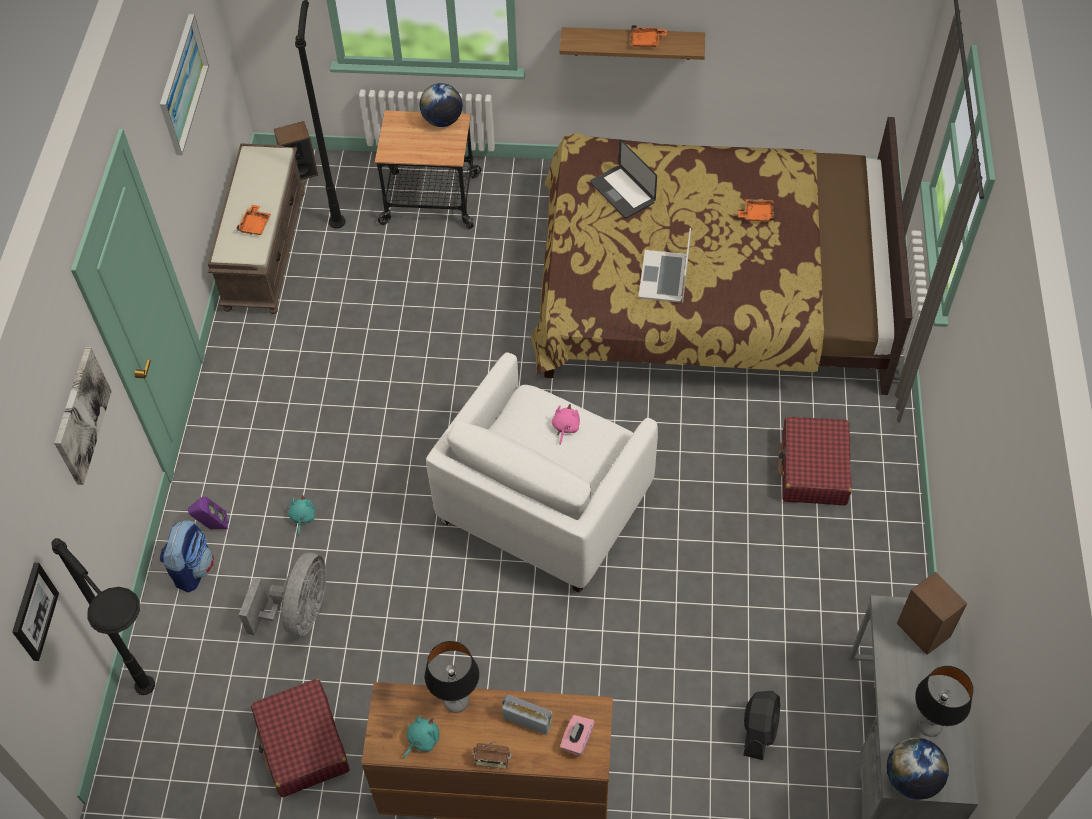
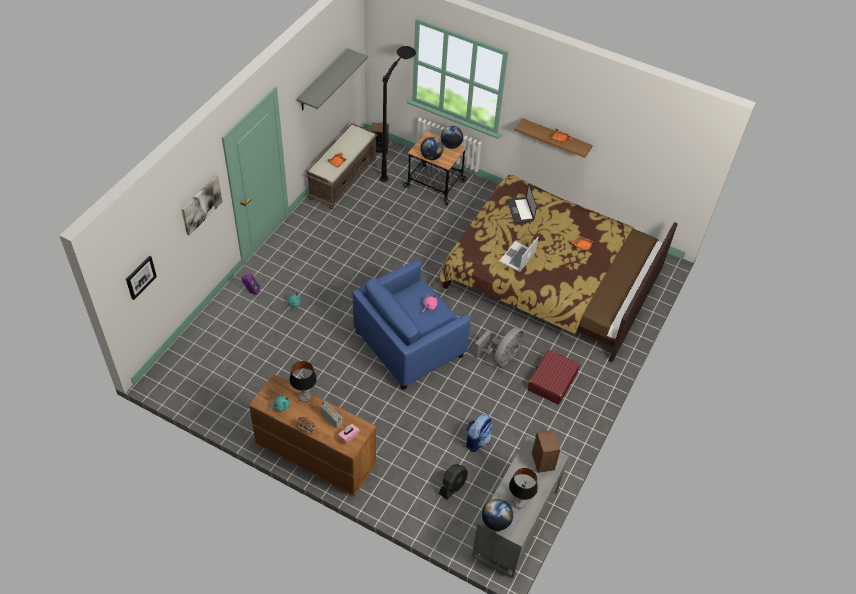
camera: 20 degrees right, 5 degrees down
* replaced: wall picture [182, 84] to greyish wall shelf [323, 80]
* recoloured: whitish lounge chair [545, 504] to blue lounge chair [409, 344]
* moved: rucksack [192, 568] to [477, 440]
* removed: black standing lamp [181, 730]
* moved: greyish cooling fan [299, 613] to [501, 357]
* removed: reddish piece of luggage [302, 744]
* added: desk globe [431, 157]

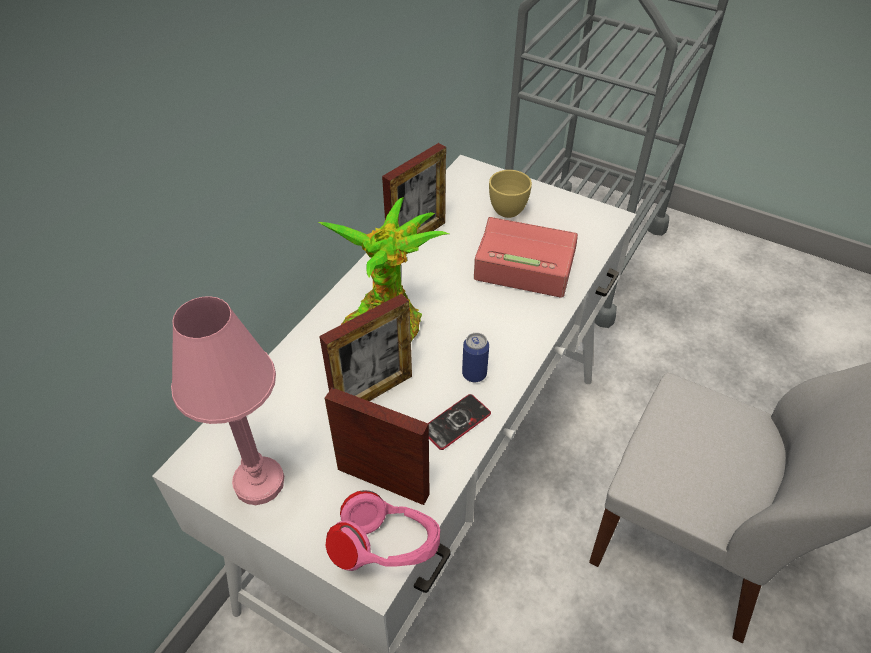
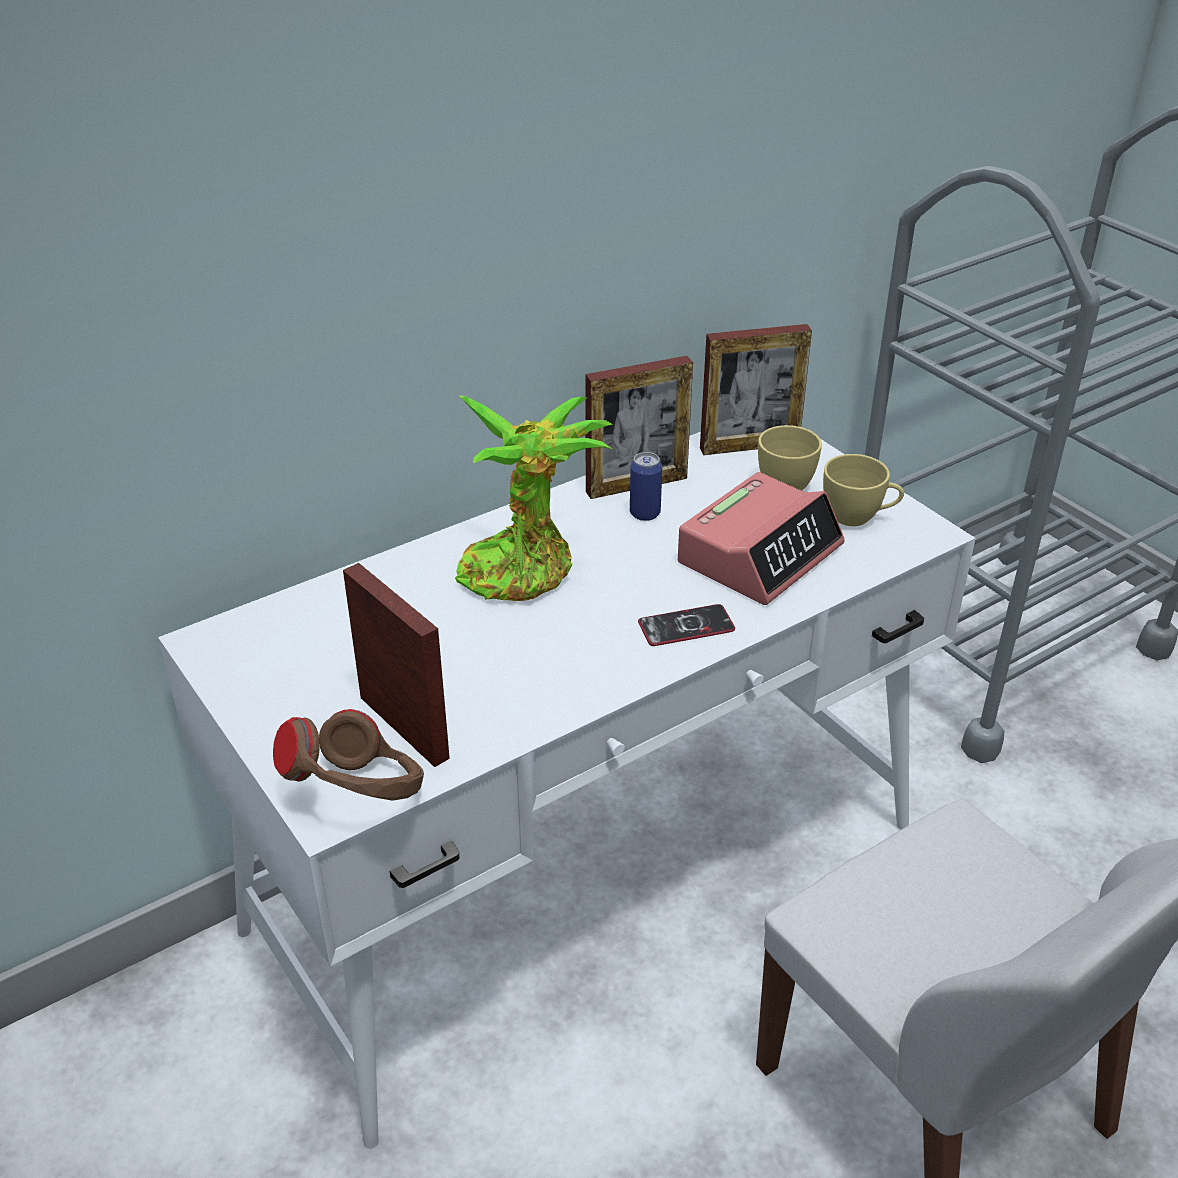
camera: 25 degrees right, 10 degrees down
* turned: bedside clock [524, 265] = [760, 554] 90 degrees clockwise
* moved: standing frame [373, 393] to [749, 446]
* removed: pinkish table lamp [259, 482]
* moved: sealed can [474, 374] to [645, 513]
* moved: phone [456, 422] to [686, 627]
* recoloured: pinkish headset [388, 550] to brown headset [360, 796]
* added: yellow-coloured cup [858, 517]

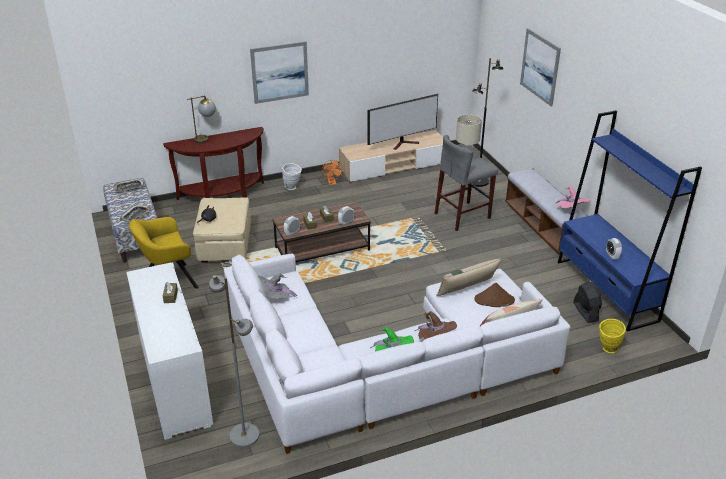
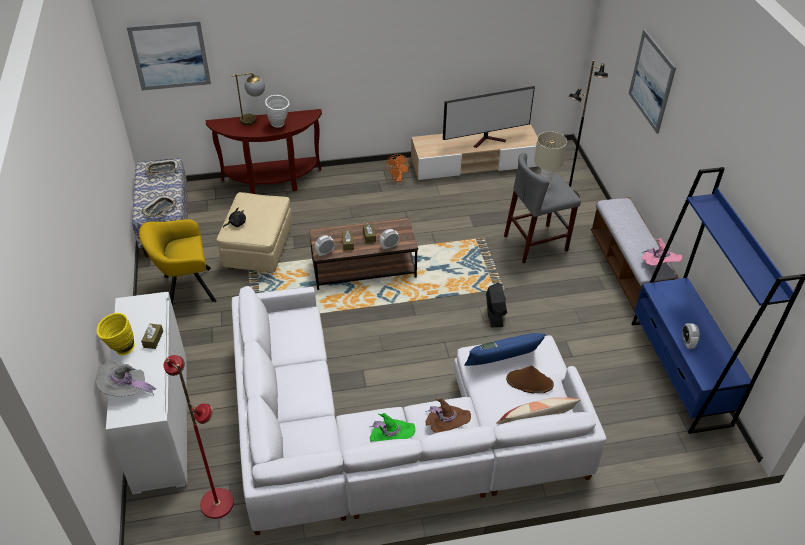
camera: 10 degrees right, 10 degrees up
* moved: wall picture [280, 72] to [170, 55]
* moved: whitish flower vase [293, 187] to [279, 125]
* recoloured: beige pillow [466, 290] to blue pillow [502, 362]
* moved: greyish hat [274, 298] to [126, 389]
* recoloured: greyish standing lamp [244, 435] to reddish standing lamp [217, 503]
* moved: black cooling fan [585, 311] to [494, 314]
* moved: yellow-coloured flower vase [607, 350] to [120, 350]

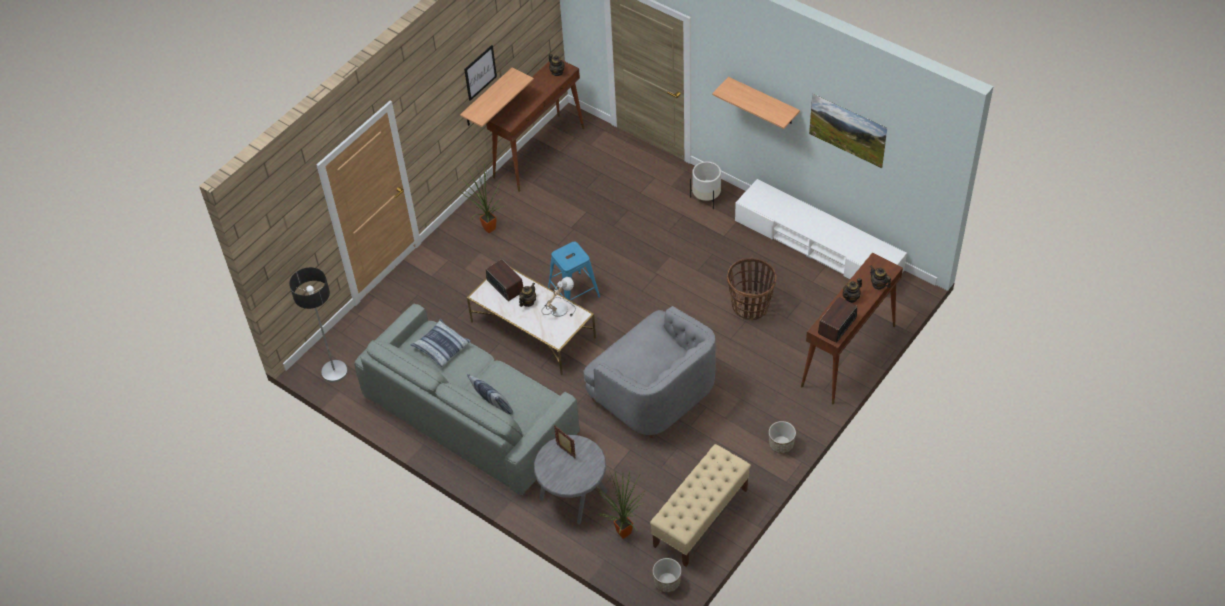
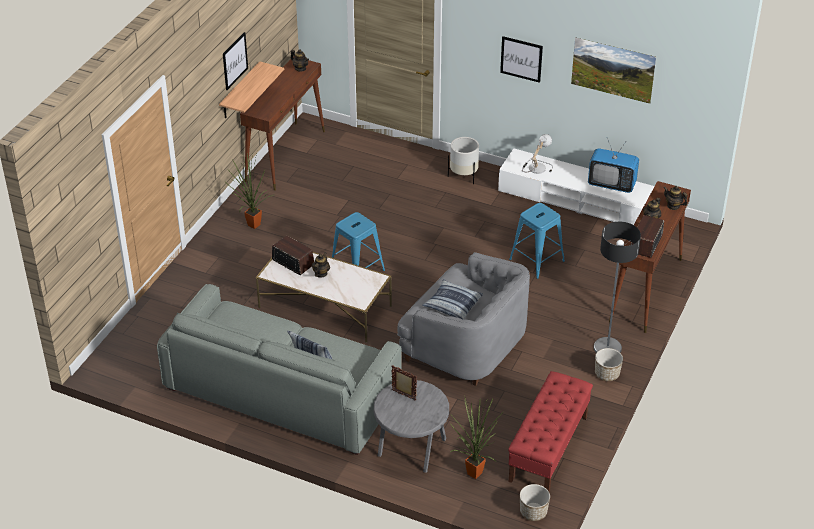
camera: 15 degrees left, 10 degrees down
* replaced: wall shelf [763, 101] to wall picture [521, 59]
* replaced: storage basket [750, 306] to blue sitting stool [537, 260]
* moved: standing lamp [334, 371] to [607, 348]
* moved: table lamp [558, 308] to [536, 167]
* moved: pillow [441, 346] to [452, 304]
* recoloured: beige long seat [700, 518] to reddish long seat [548, 449]
* added: TV [611, 184]

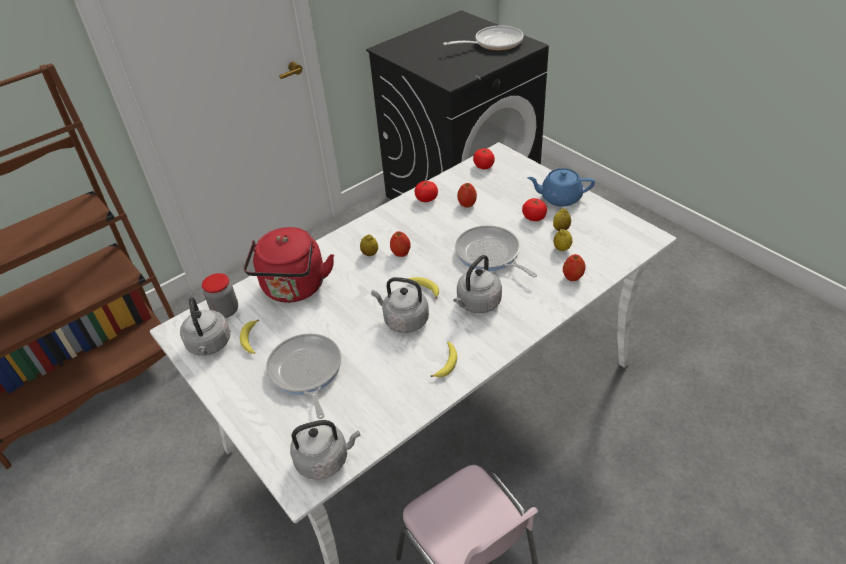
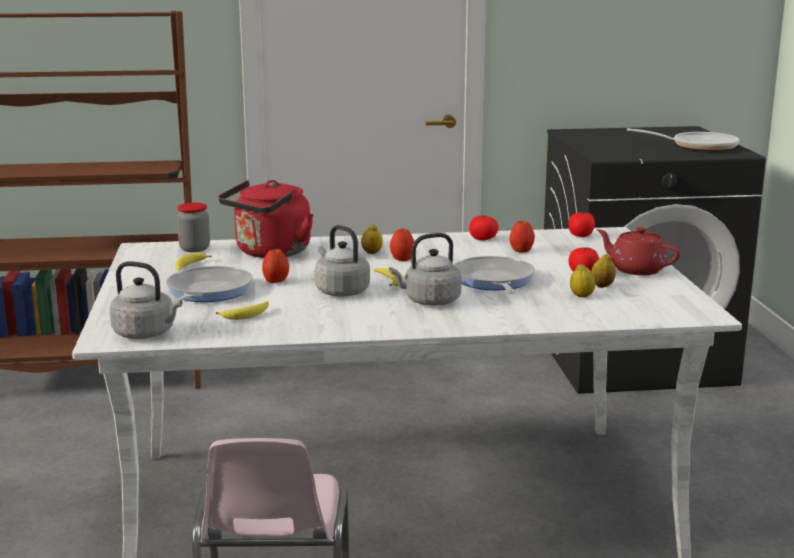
camera: 30 degrees right, 25 degrees down
* recoloured: blue pot for tea [559, 198] to reddish pot for tea [636, 269]
* moved: apple fruit [573, 277] to [275, 281]
* removed: greyish tea kettle [209, 345]
* moved: whole banana [446, 363] to [247, 315]

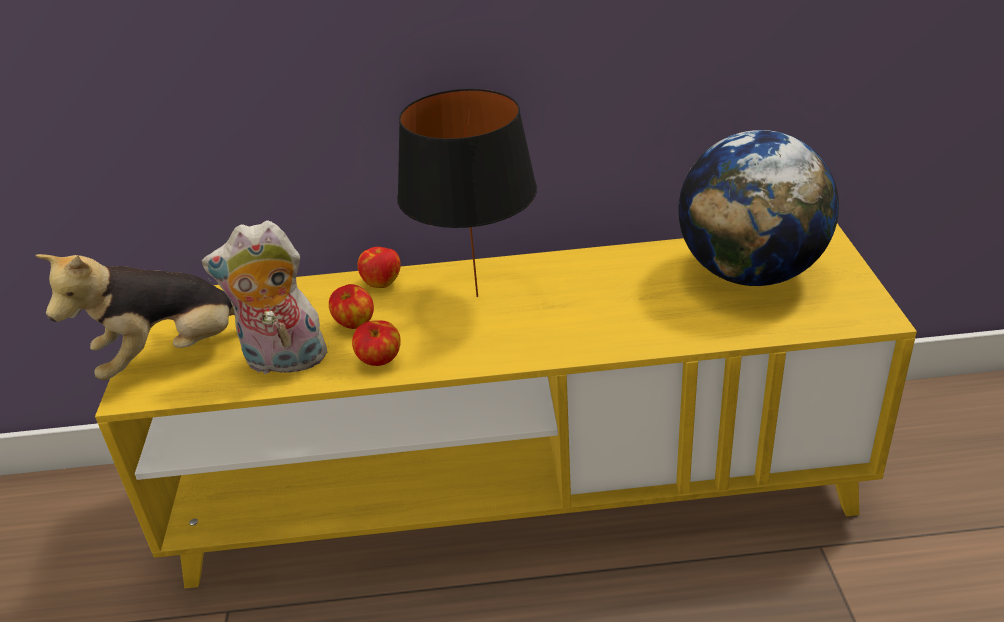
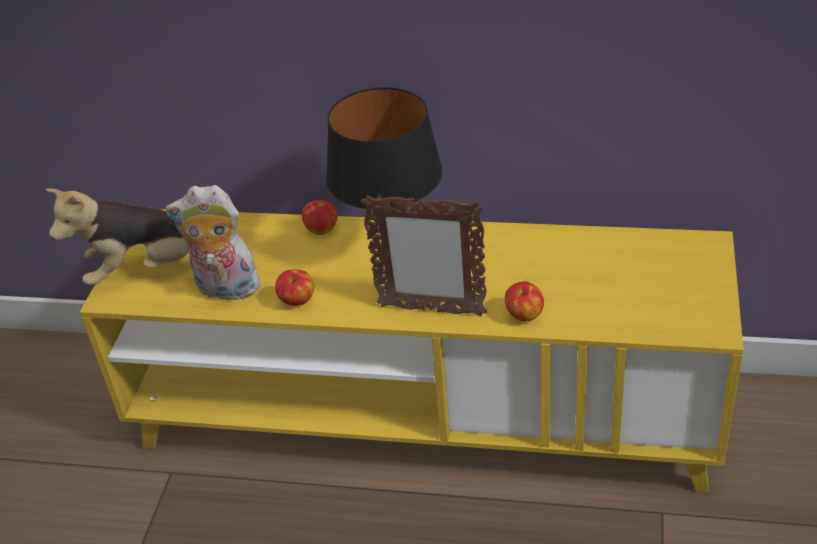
camera: 15 degrees right, 5 degrees up
* removed: desk globe [751, 273]
* moved: apple fruit [354, 324] to [524, 315]
* added: standing frame [430, 310]

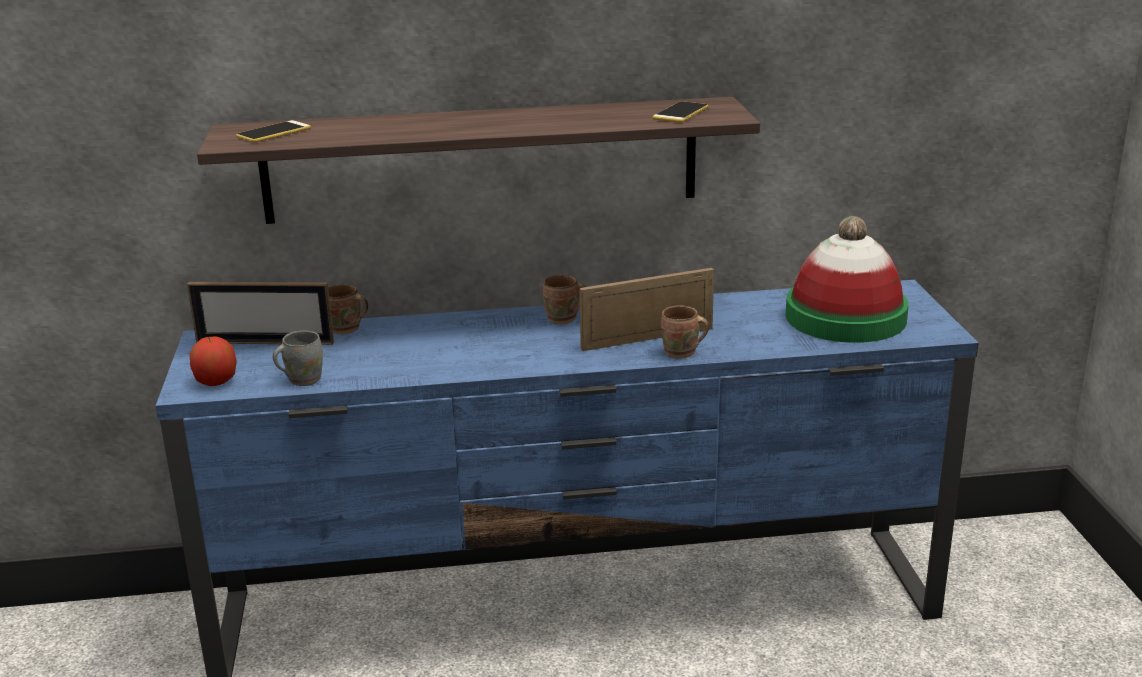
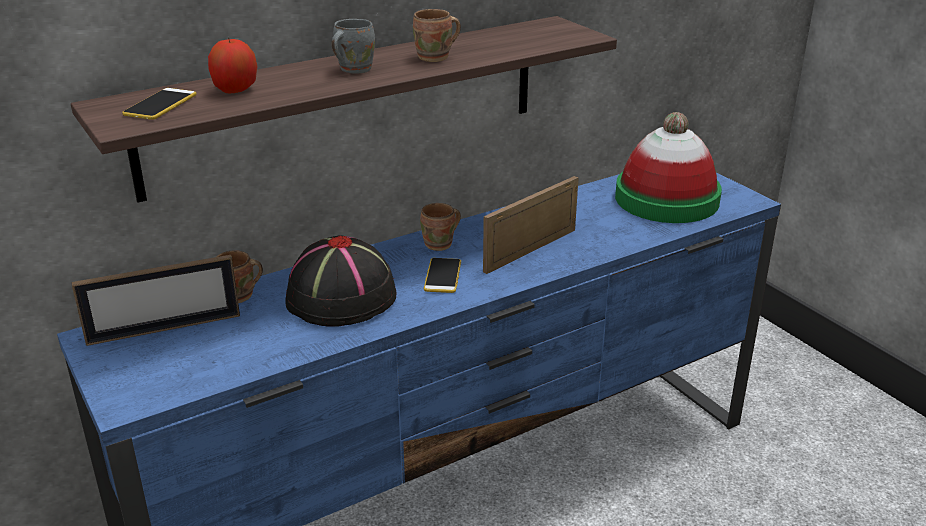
camera: 25 degrees left, 5 degrees up
* moved: phone [680, 113] to [442, 276]
* moved: brown tea mug [681, 353] to [435, 58]
* moved: greyish tea mug [302, 379] to [352, 69]
* moved: apple fruit [216, 382] to [235, 90]
* added: black hat [340, 298]

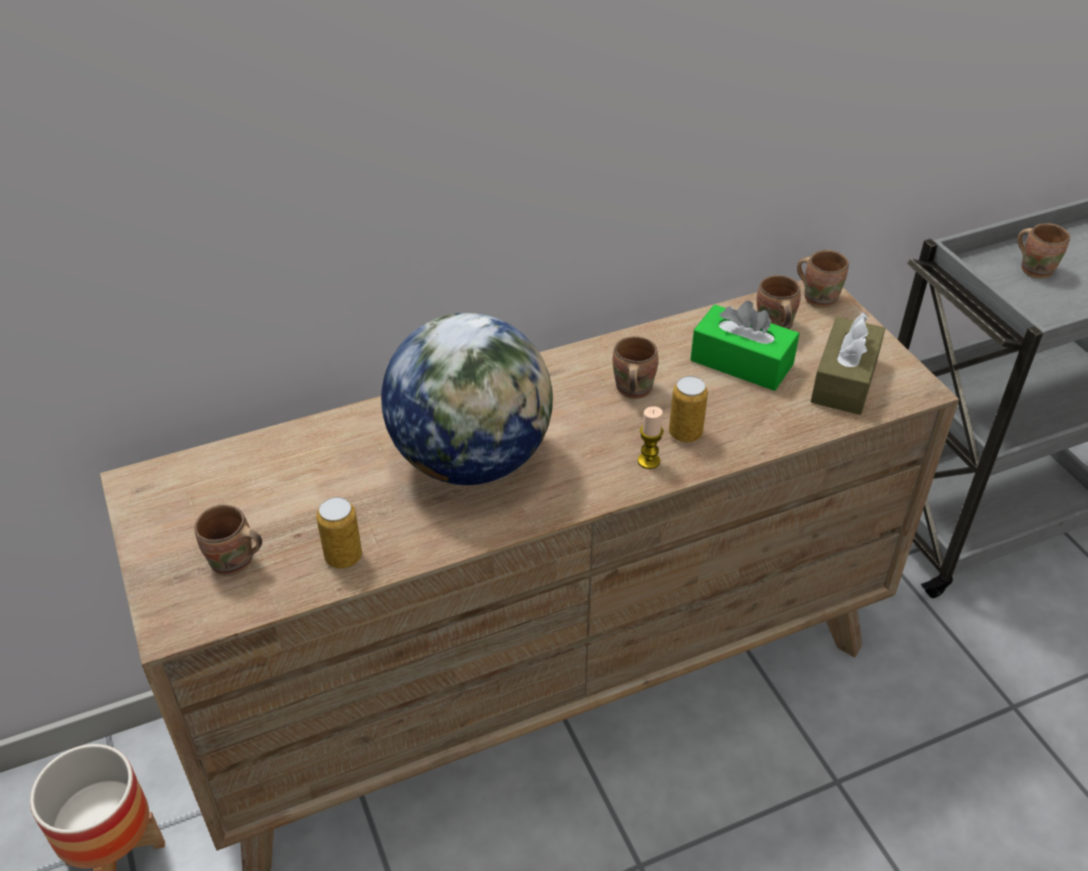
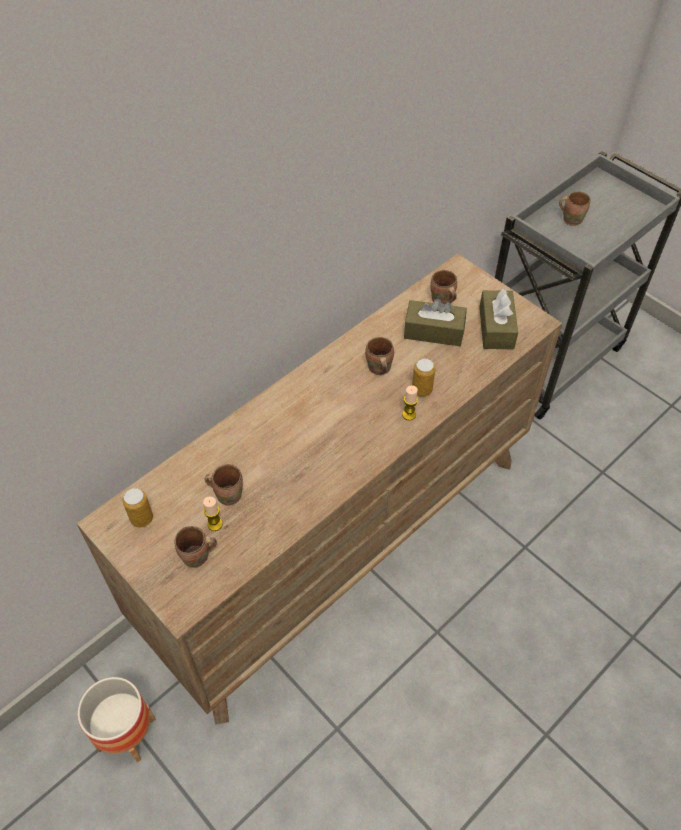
camera: 20 degrees left, 10 degrees up
* moved: brown tea mug [819, 297] to [228, 494]
* recoloured: green-coloured tissue box [741, 362] to brown tissue box [434, 331]
* removed: desk globe [471, 460]
* moved: sealed can [343, 557] to [142, 518]
* added: wax candle [215, 524]

